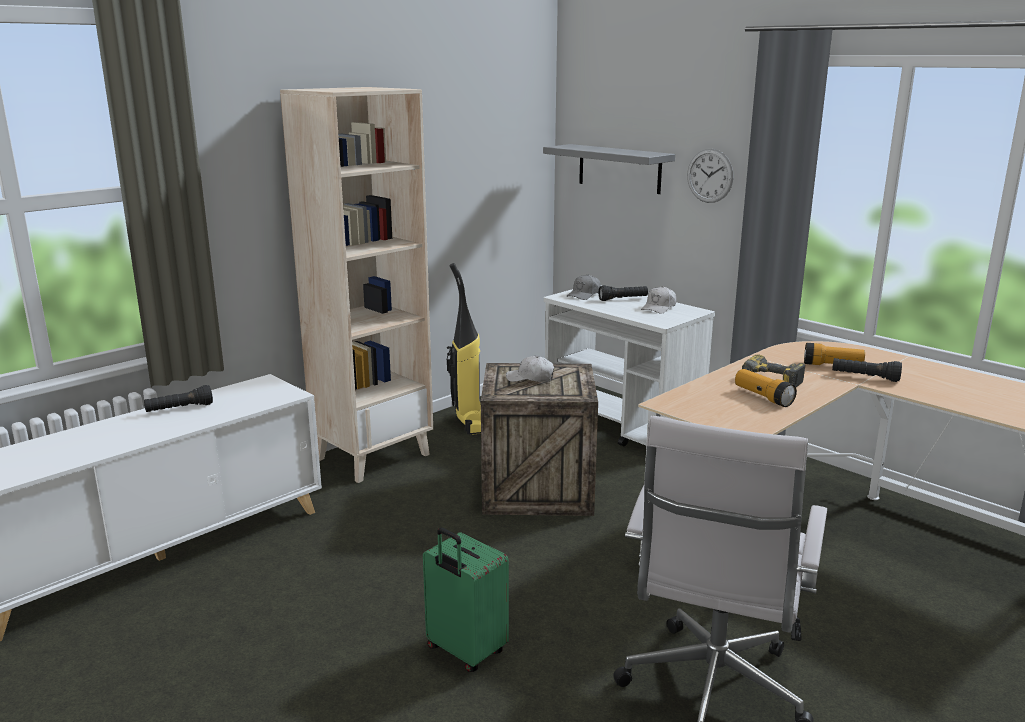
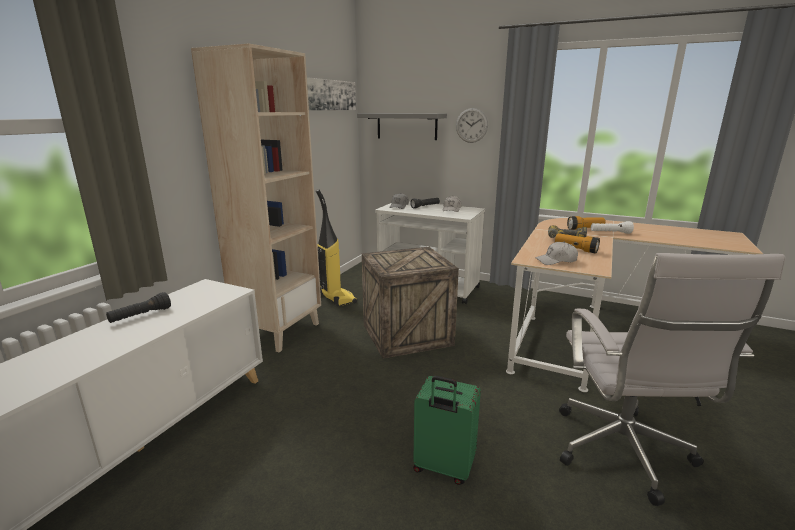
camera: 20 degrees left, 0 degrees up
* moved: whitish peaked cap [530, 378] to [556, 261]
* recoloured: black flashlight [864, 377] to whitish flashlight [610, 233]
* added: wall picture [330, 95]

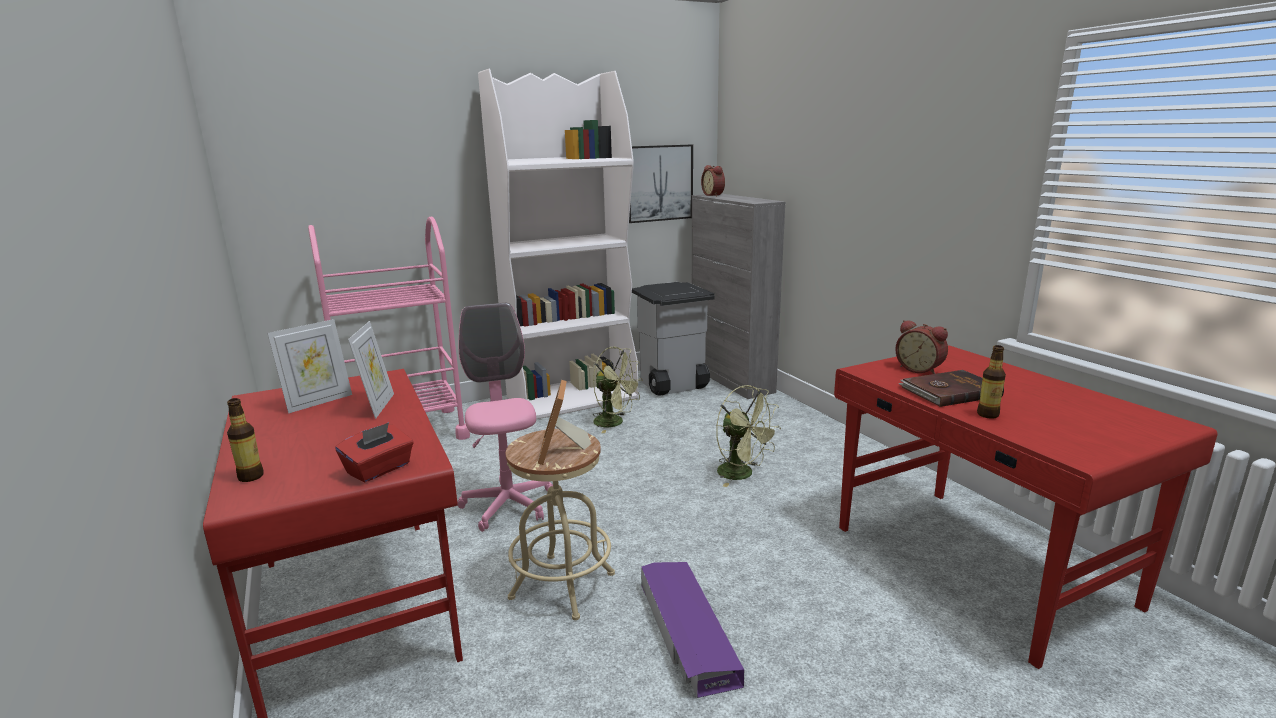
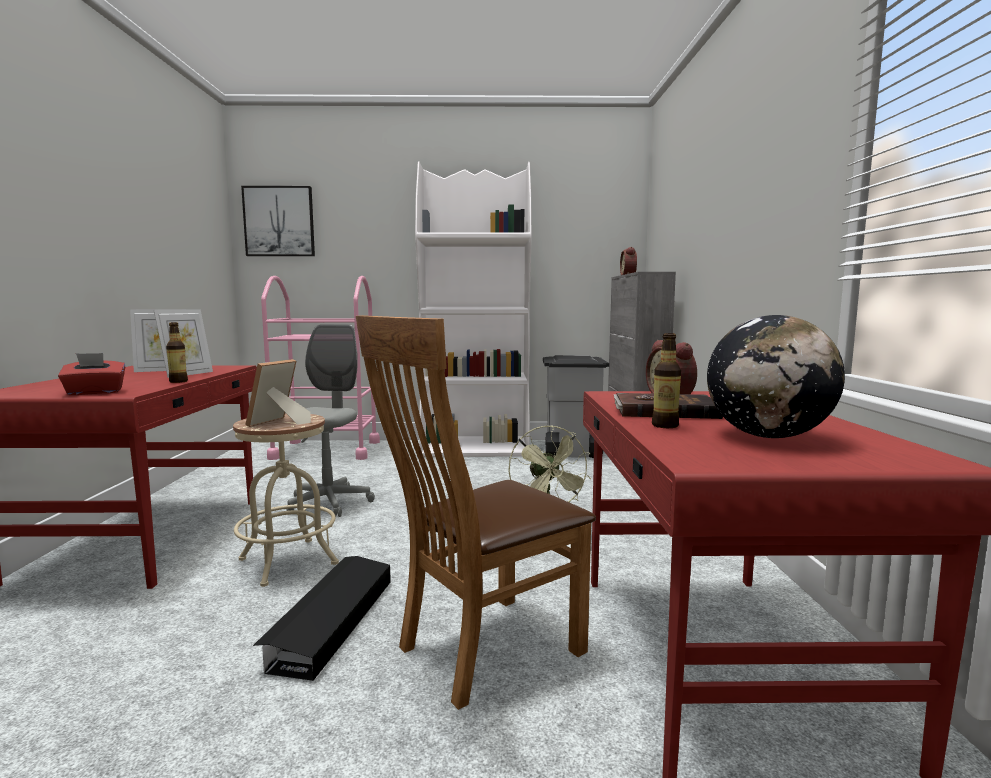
camera: 25 degrees right, 10 degrees down
* moved: wall picture [659, 183] to [279, 221]
* recoloured: pinkish desk chair [508, 505] to greyish desk chair [329, 503]
* removed: green-coloured cooling fan [615, 423]
* moved: drink bottle [251, 476] to [178, 381]
* recoloured: purple storage bin [687, 632] to black storage bin [331, 622]
* added: brown chair [480, 651]
* added: desk globe [768, 436]

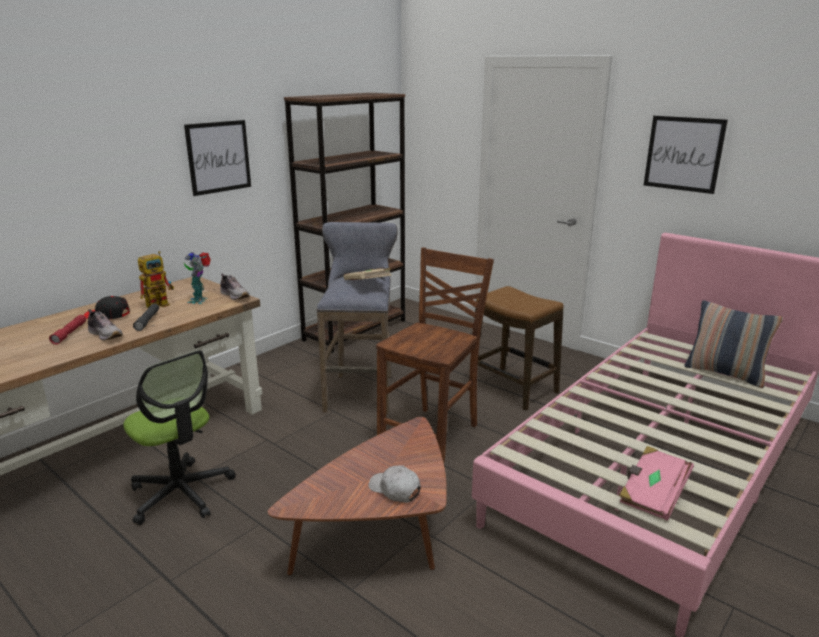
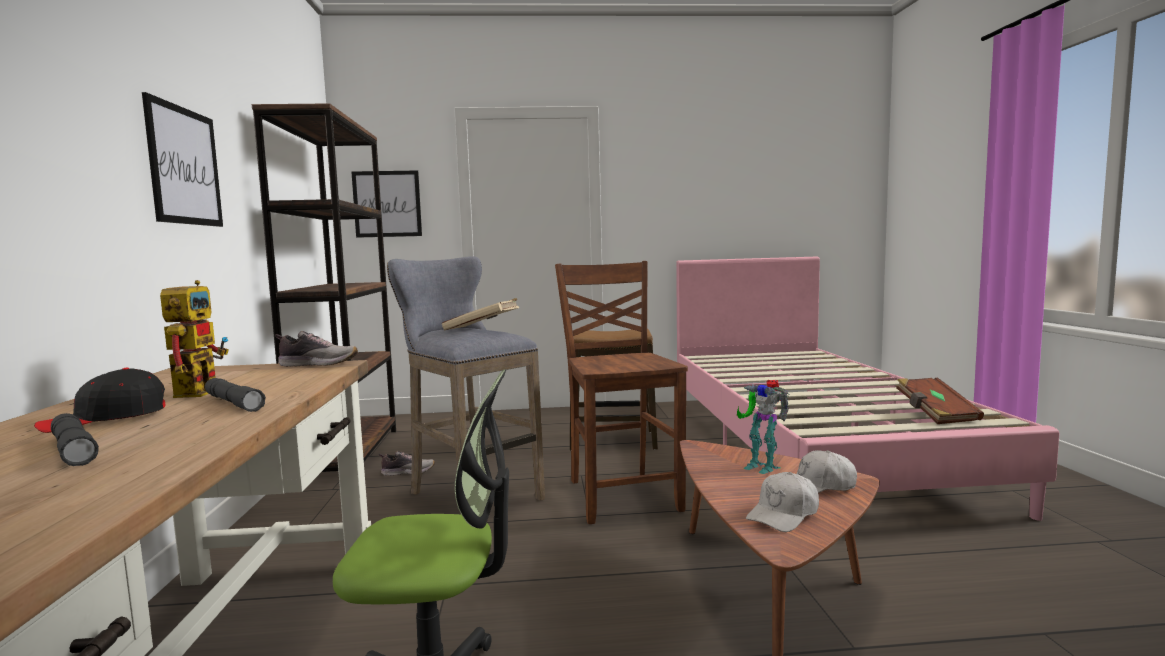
camera: 45 degrees left, 15 degrees down
* moved: wall picture [683, 154] to [387, 204]
* moved: model robot [200, 300] to [761, 466]
* removed: pillow [725, 373]
* moved: item of footwear [106, 335] to [407, 472]
* recoloured: reddish flashlight [69, 333] to greyish flashlight [73, 449]
* recoloured: pinkish bound book [652, 494] to brown bound book [935, 414]
* added: whitish peaked cap [784, 515]

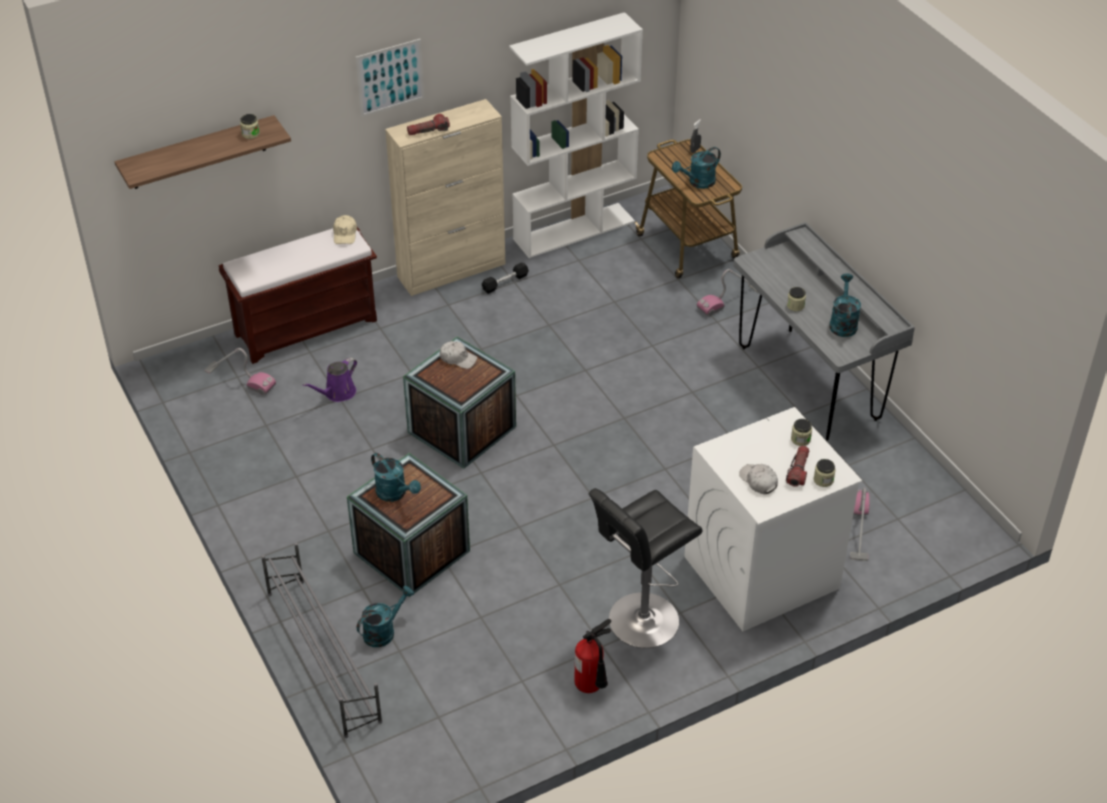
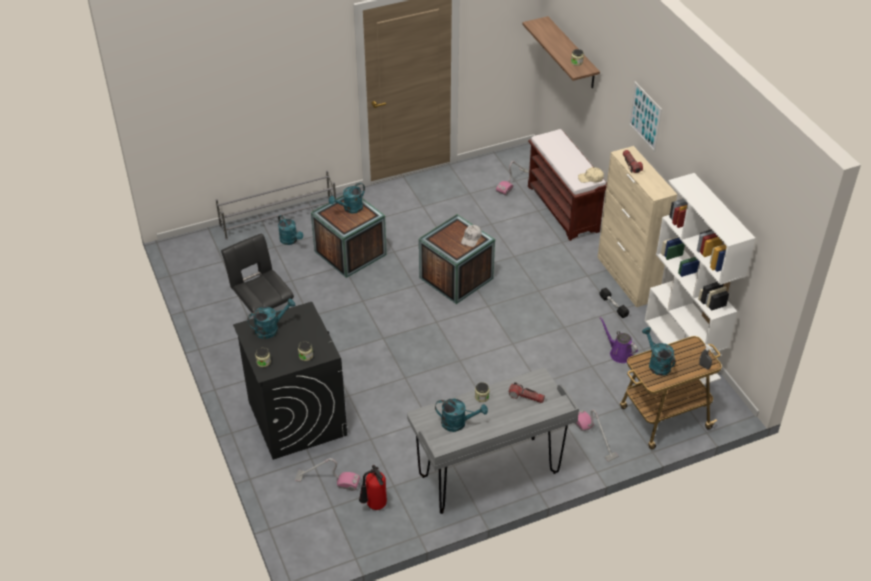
camera: 95 degrees right, 0 degrees up
* moved: purple sprinkling can [337, 393] to [619, 353]
* recoloured: whitish laundry machine [760, 573] to black laundry machine [296, 417]
* moved: flashlight [798, 471] to [526, 397]
* replaced: whitish peaked cap [758, 481] to blue-green sprinkling can [271, 329]
* moved: extinguisher [592, 687] to [374, 506]

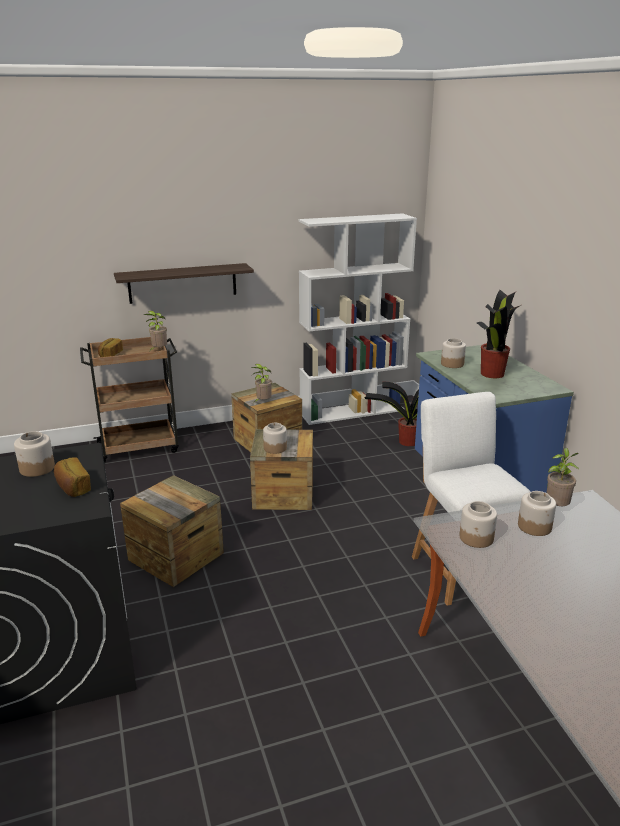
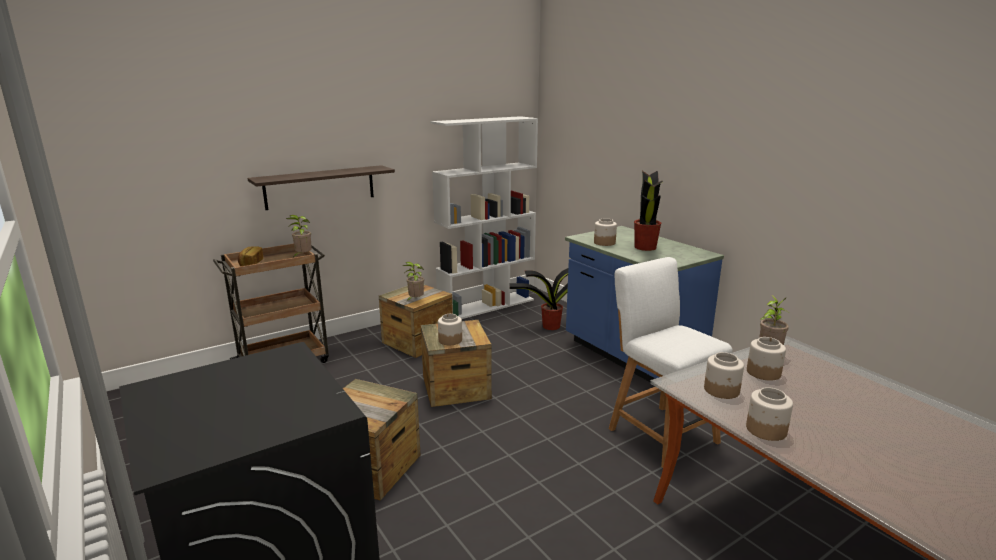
camera: 15 degrees left, 5 degrees down
* moved: jar [37, 468] to [765, 429]
* removed: bakery bread [72, 487]

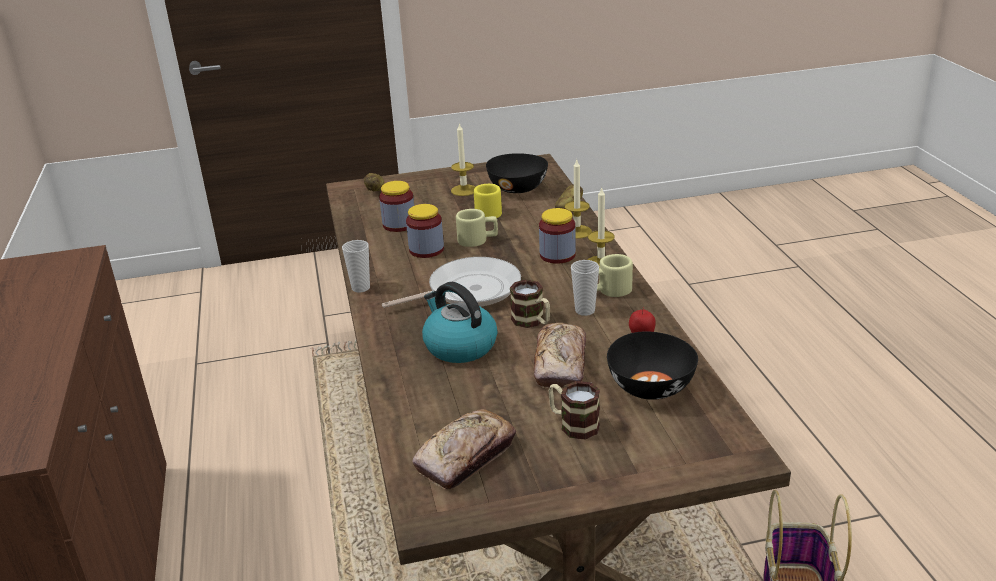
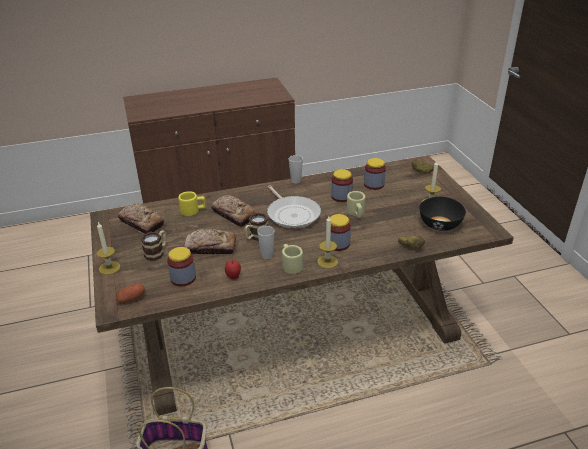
camera: 85 degrees right, 5 degrees up
* moved: wax candle [577, 232] to [109, 268]
* moved: yellow-coloured tea mug [487, 211] to [193, 211]
* replaced: tea kettle [459, 346] to bakery bread [234, 215]
* replaced: black serving bowl [649, 387] to jar [183, 278]
* added: potato [131, 299]

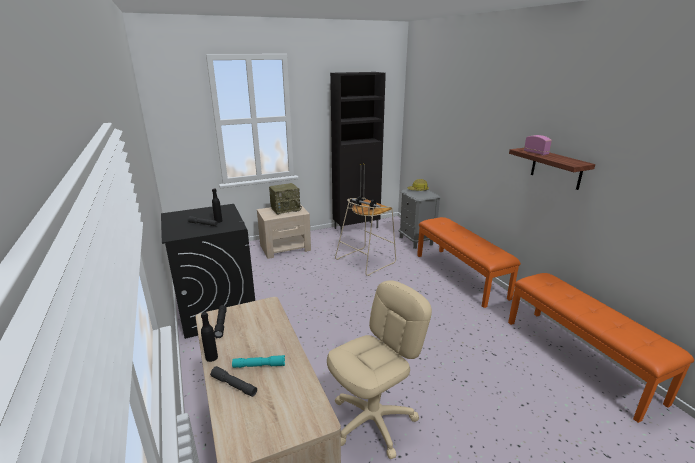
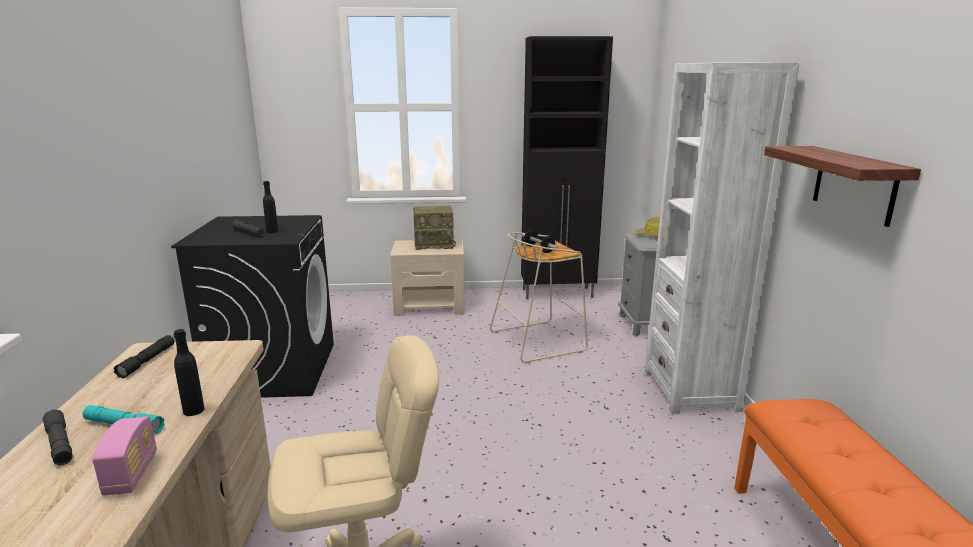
camera: 20 degrees right, 5 degrees down
* moved: radio [536, 153] to [131, 474]
* replaced: orange-coloured long seat [460, 275] to whitish bookshelf [691, 390]
* moved: black drink bottle [211, 357] to [193, 410]

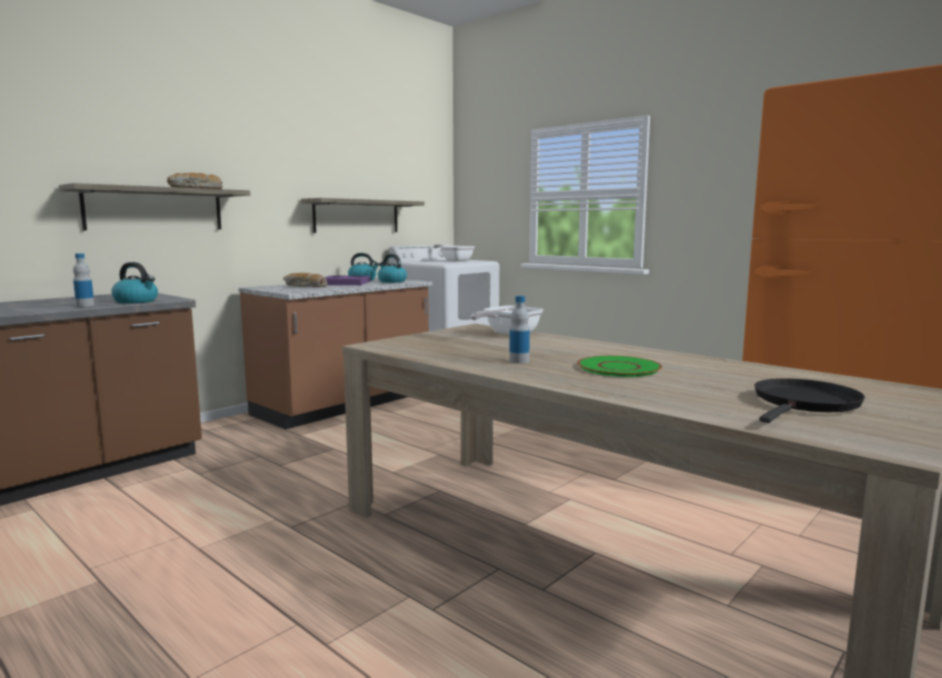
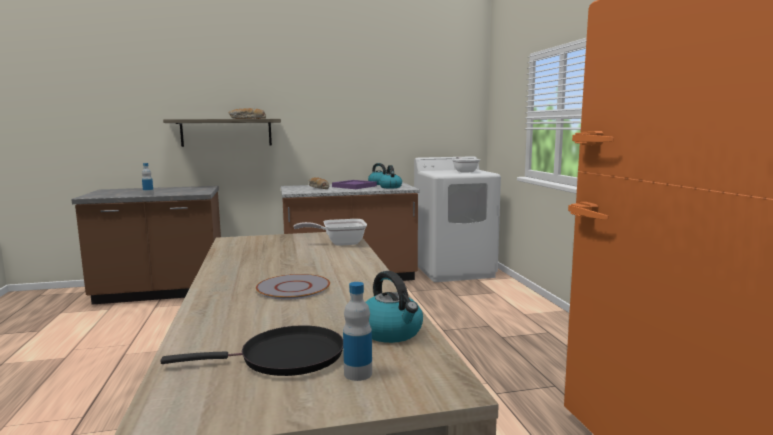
camera: 35 degrees right, 0 degrees up
* removed: wall shelf [356, 216]
* moved: tea kettle [136, 301] to [391, 332]
* moved: drink bottle [519, 361] to [358, 373]
* recoloured: green-coloured plate [619, 368] to greyish plate [293, 288]

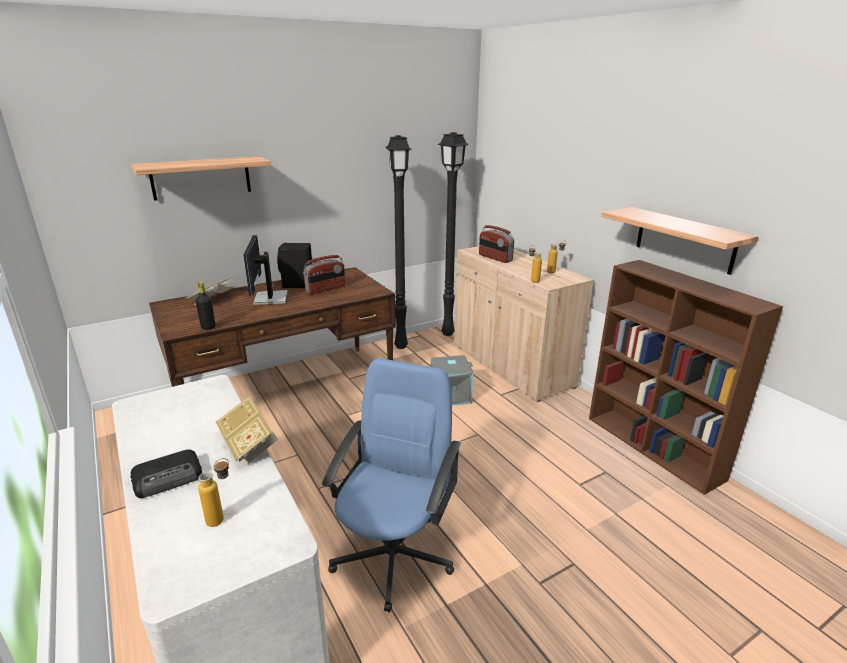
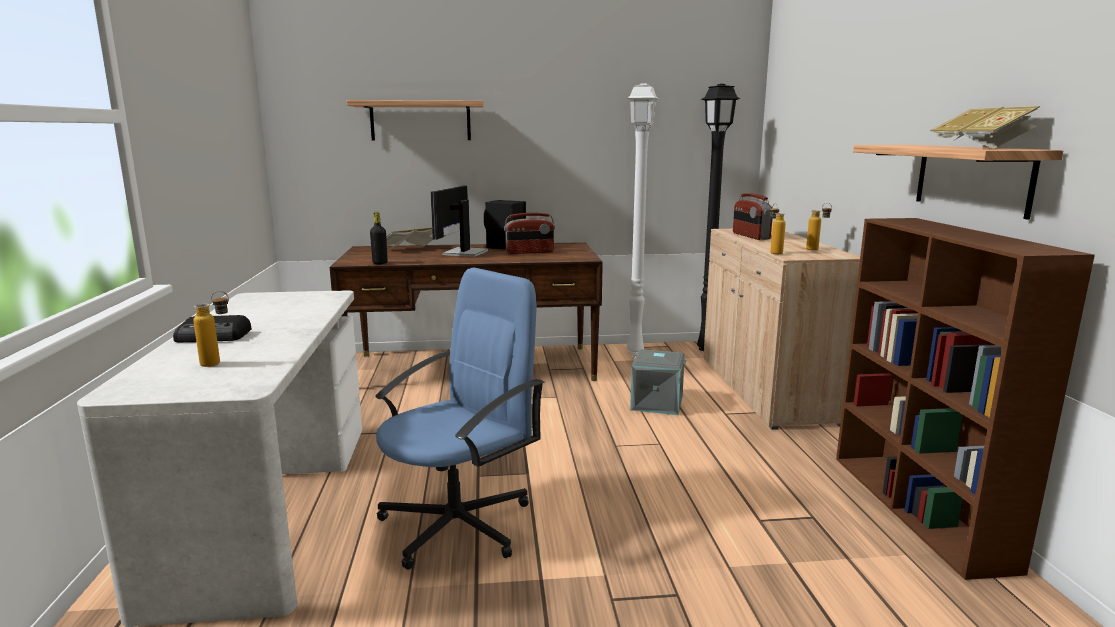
camera: 25 degrees right, 10 degrees down
* recoloured: black standing lamp [401, 346] to whitish standing lamp [636, 352]
* moved: bound book [248, 444] to [979, 147]

